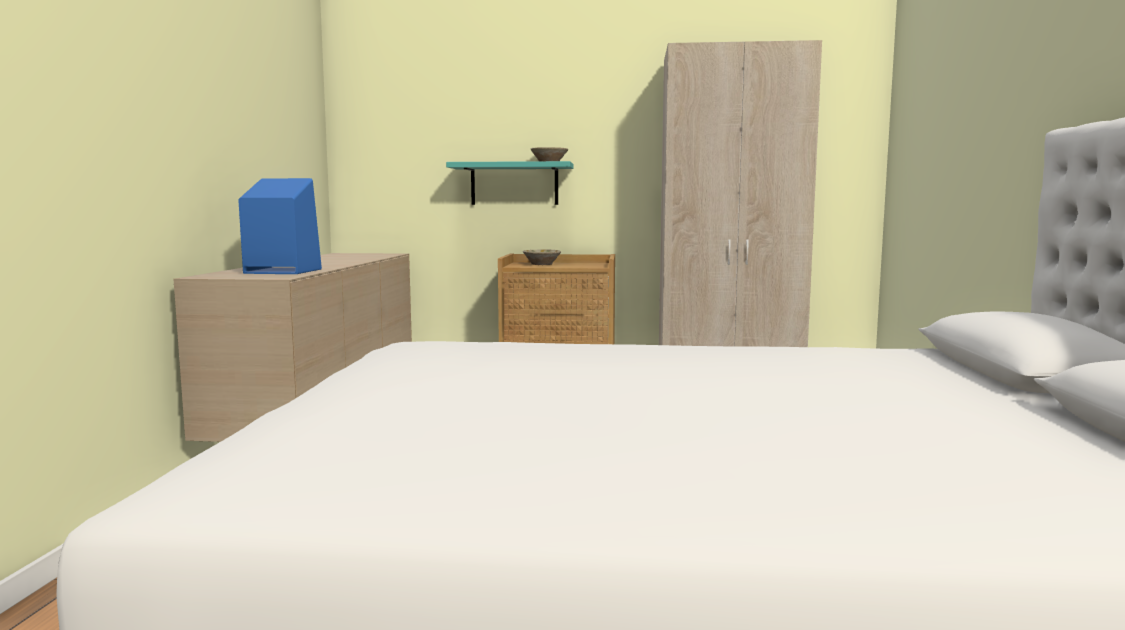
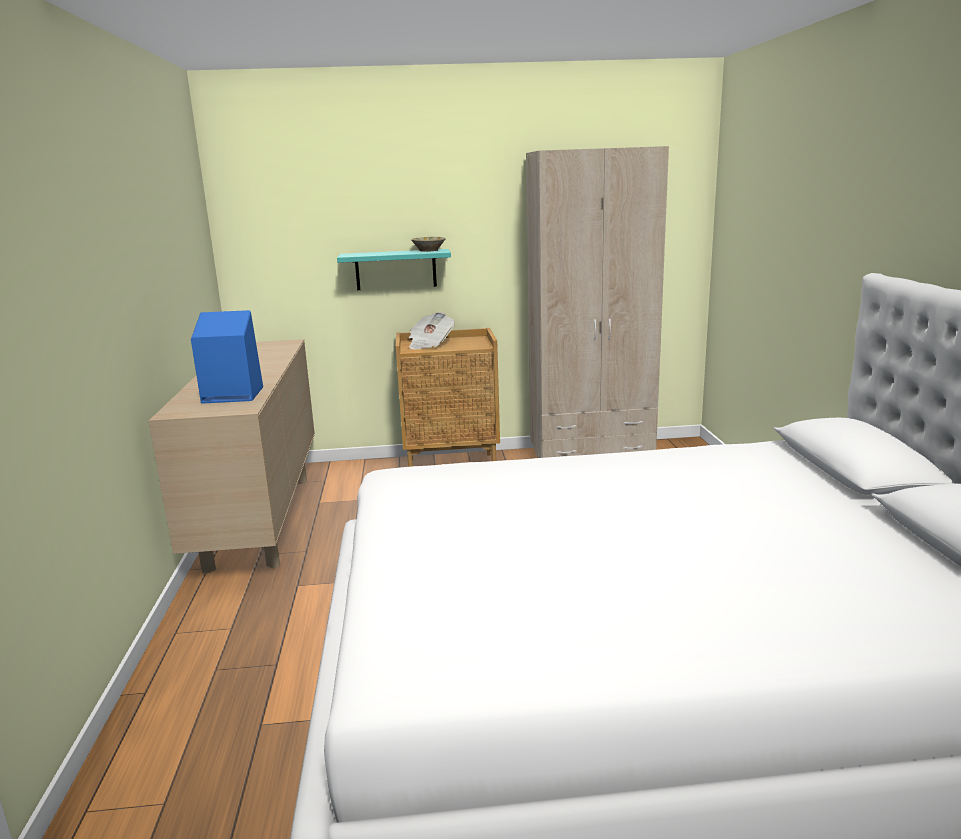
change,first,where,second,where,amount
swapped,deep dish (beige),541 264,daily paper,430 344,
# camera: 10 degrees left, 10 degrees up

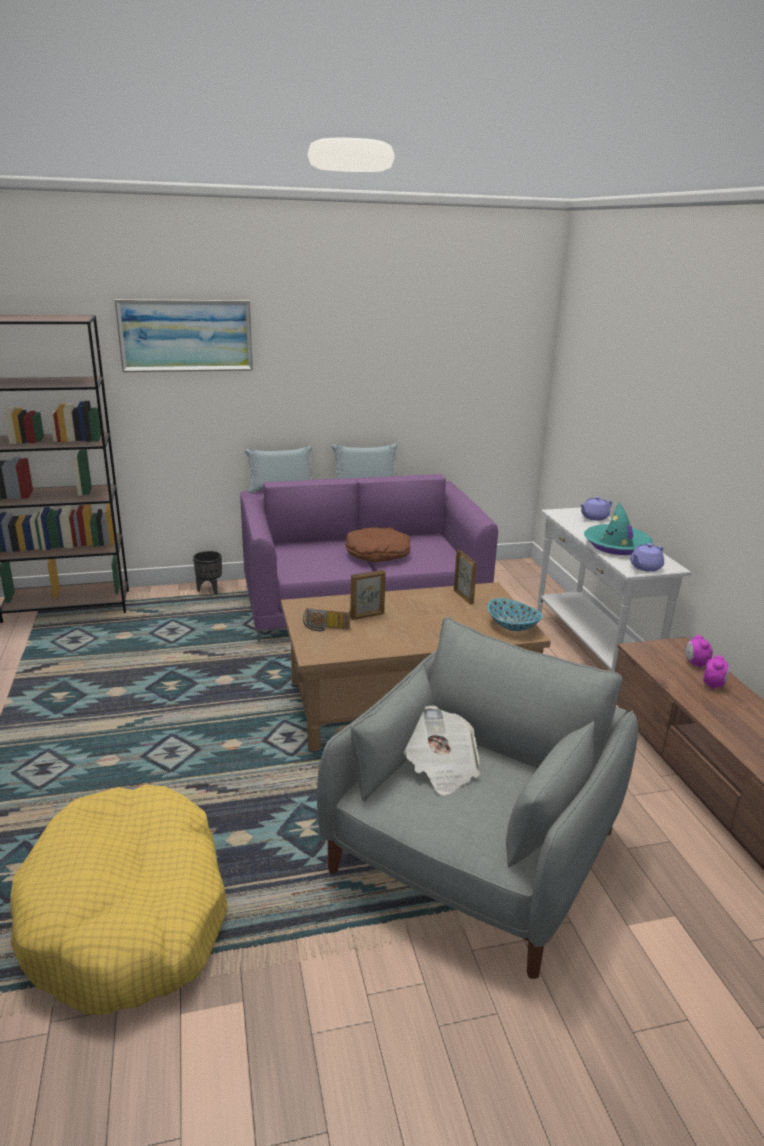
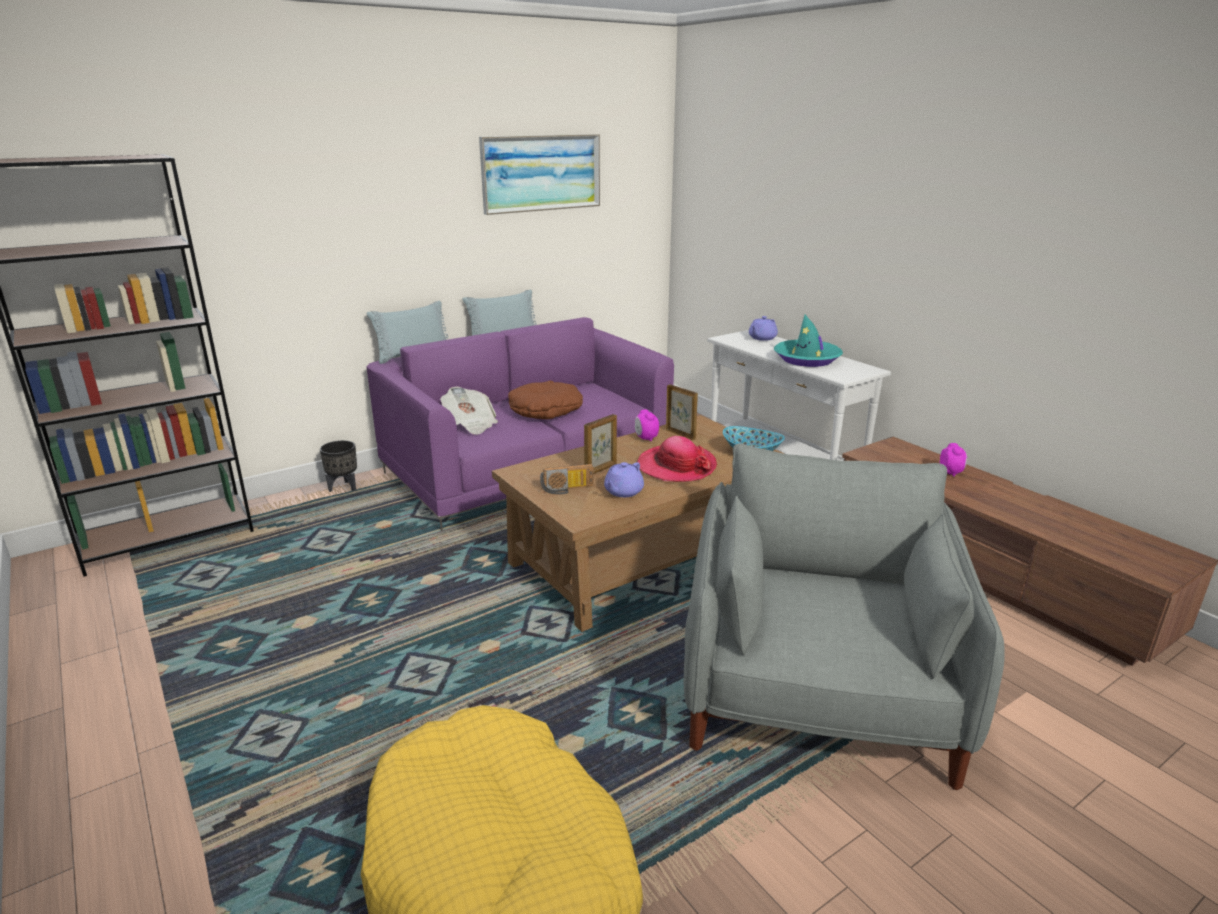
change,first,where,second,where,amount
shifted,wall picture,186 335,,541 173,
shifted,daily paper,440 767,,470 424,
shifted,tea pot (purplish),645 567,,623 492,
shifted,table clock,695 664,,646 438,
new,,,hat,676 466,
# camera: 20 degrees left, 0 degrees up

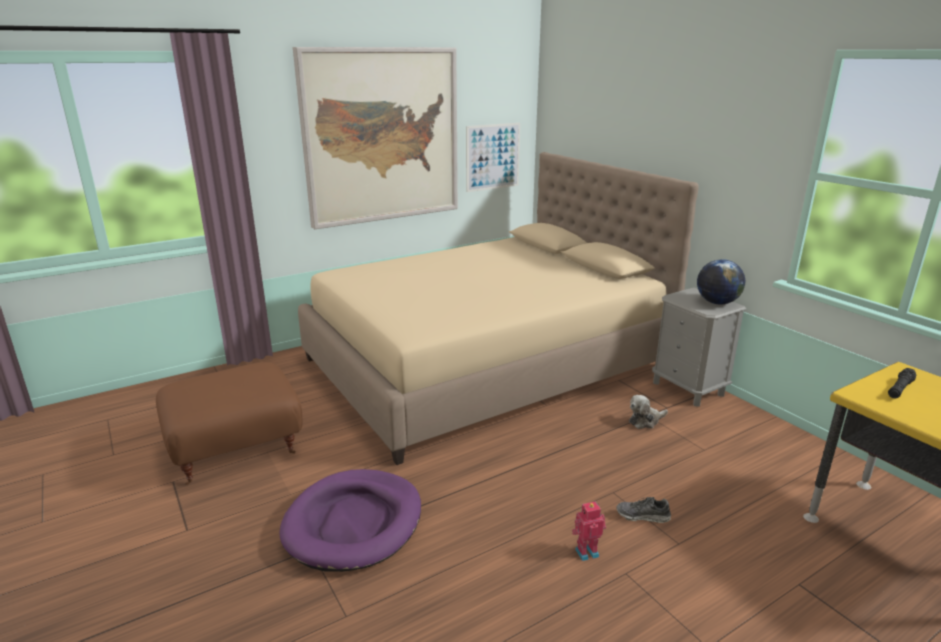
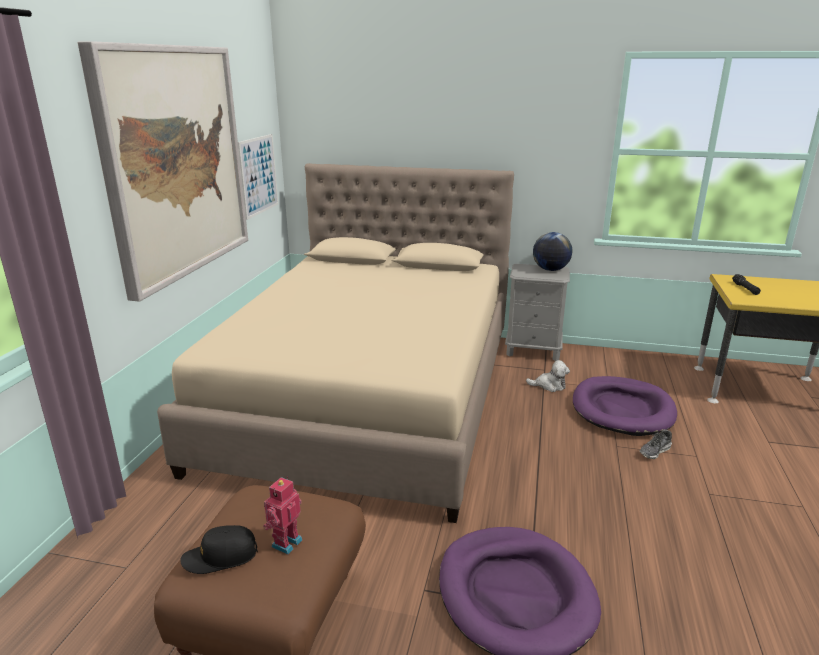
change,first,where,second,where,amount
shifted,robot figure,586 551,,285 542,
rotated,cuddly toy,645 421,,549 385,105 degrees counterclockwise
new,,,baseball cap (black-coloured),220 556,
new,,,dog bed (purplish),622 409,
# camera: 45 degrees left, 0 degrees up

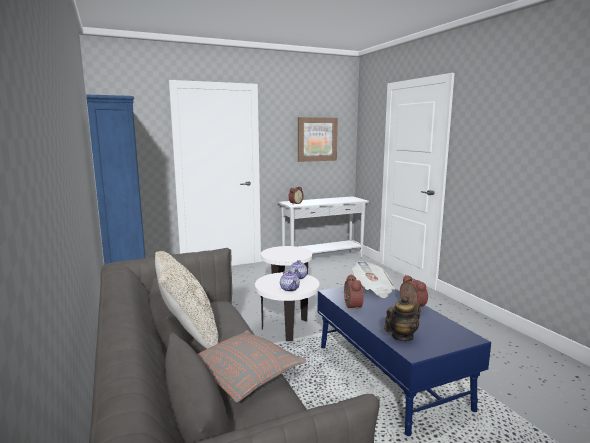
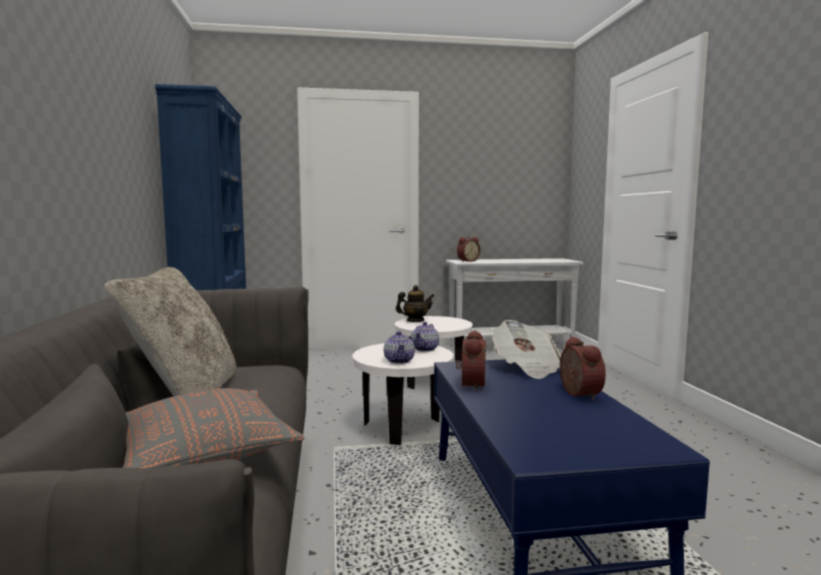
change,first,where,second,where,amount
gone,wall picture,317 139,,,
shifted,tea pot,402 337,,415 321,
# camera: 15 degrees right, 5 degrees down

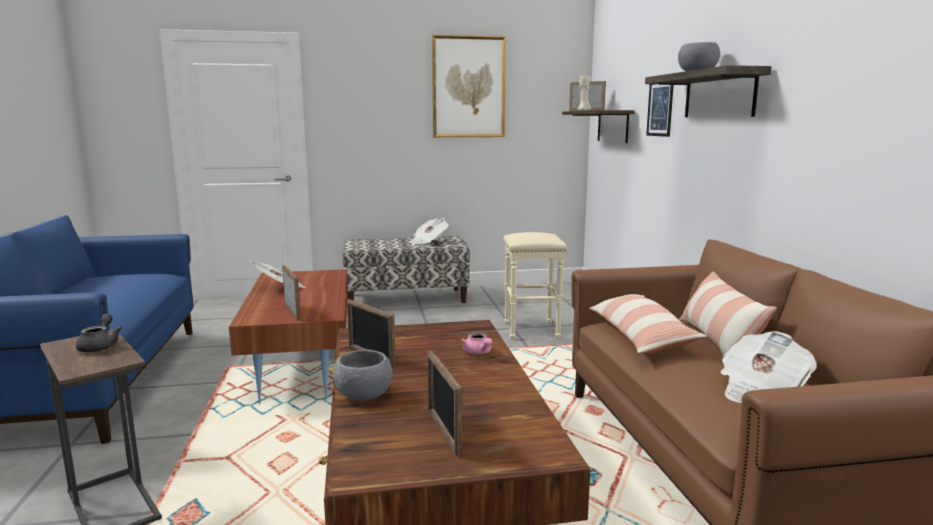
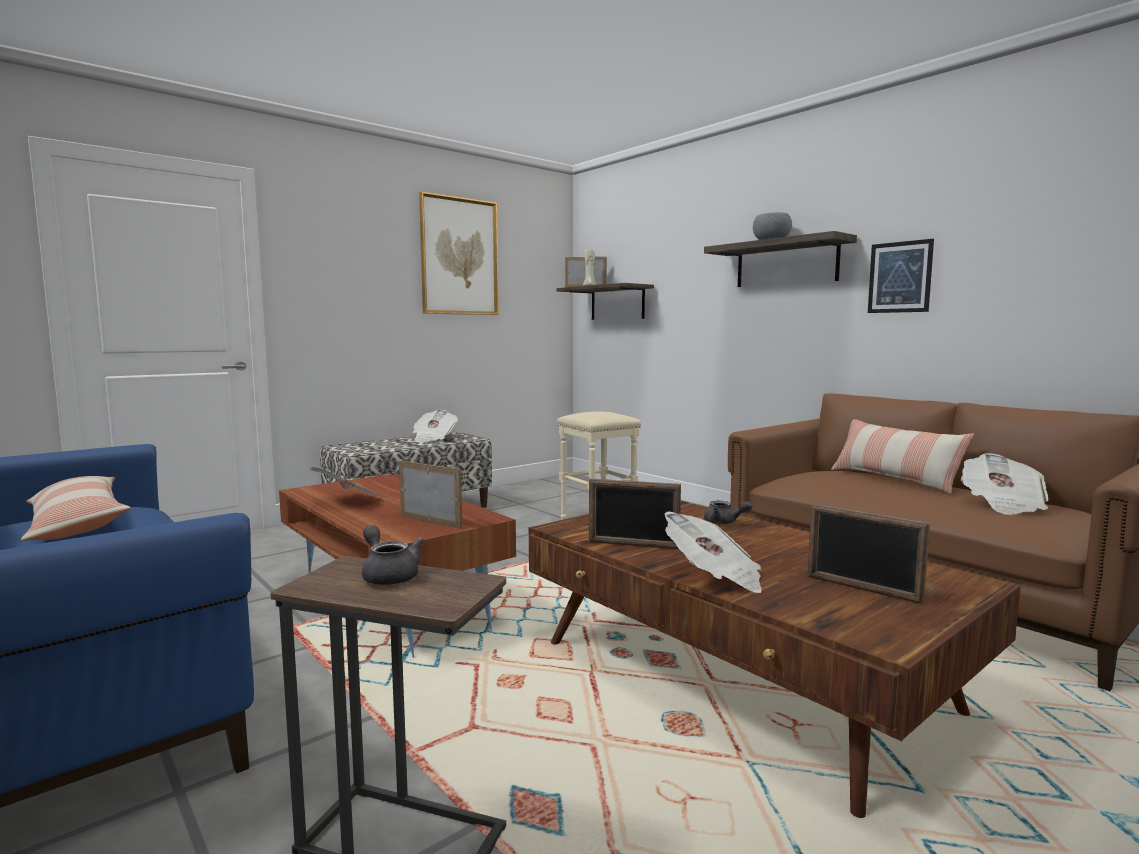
change,first,where,second,where,amount
swapped,deep dish (greyish),364 395,daily paper,714 577,
repainted,tea pot (pink-coloured),478 353,tea pot (greyish),724 522,
shifted,pillow,640 336,,76 524,
shifted,wall picture,660 108,,899 277,
# camera: 30 degrees left, 5 degrees down

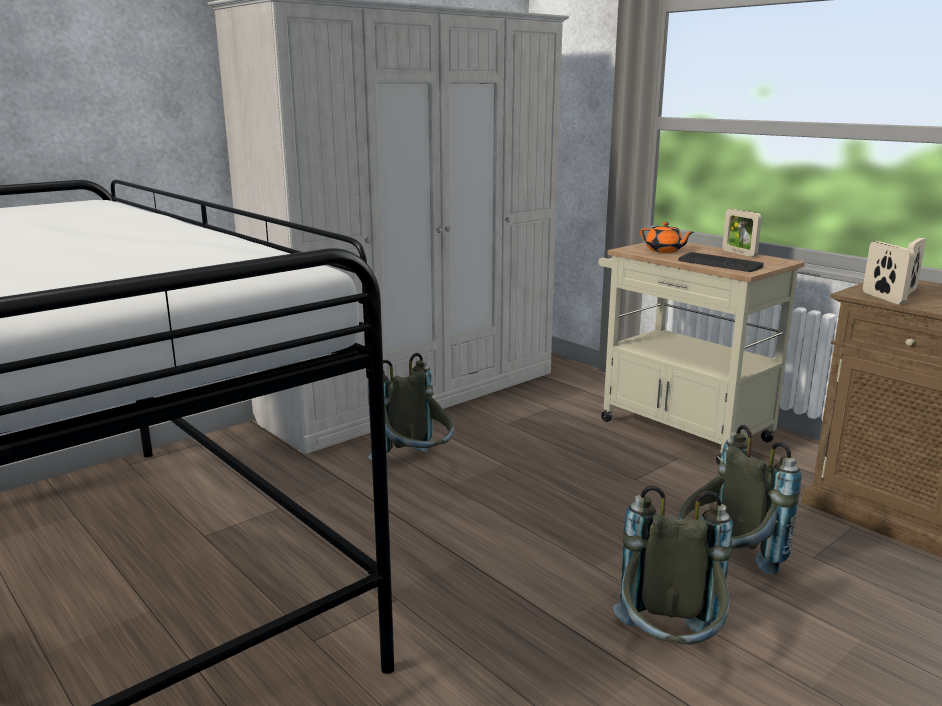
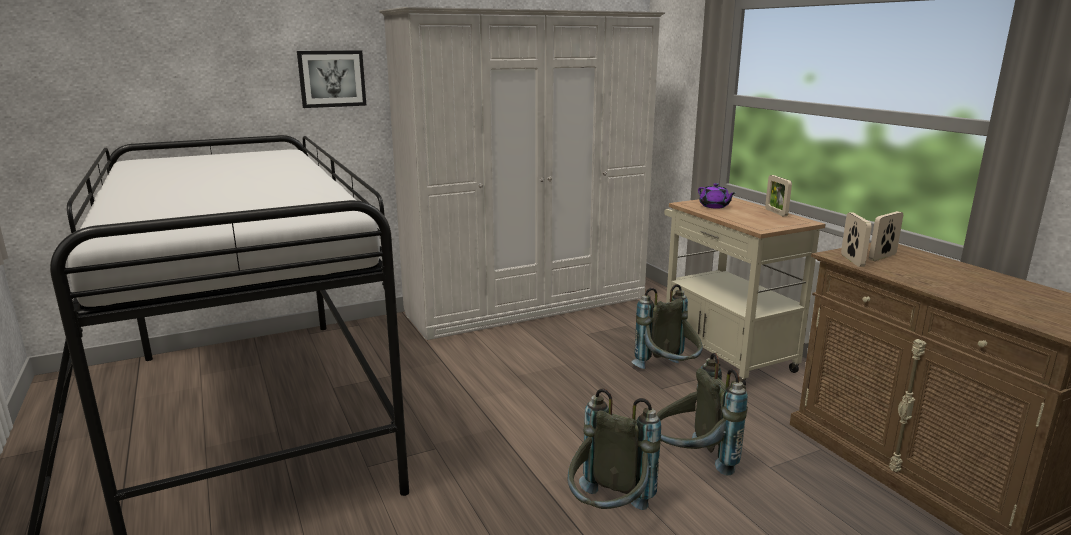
change,first,where,second,where,amount
shifted,knapsack (greyish),416 465,,668 373,
repainted,tea pot (orange-coloured),664 250,tea pot (purplish),714 206,
gone,computer keyboard,719 264,,,
new,,,wall picture,332 78,
# camera: 15 degrees right, 0 degrees up

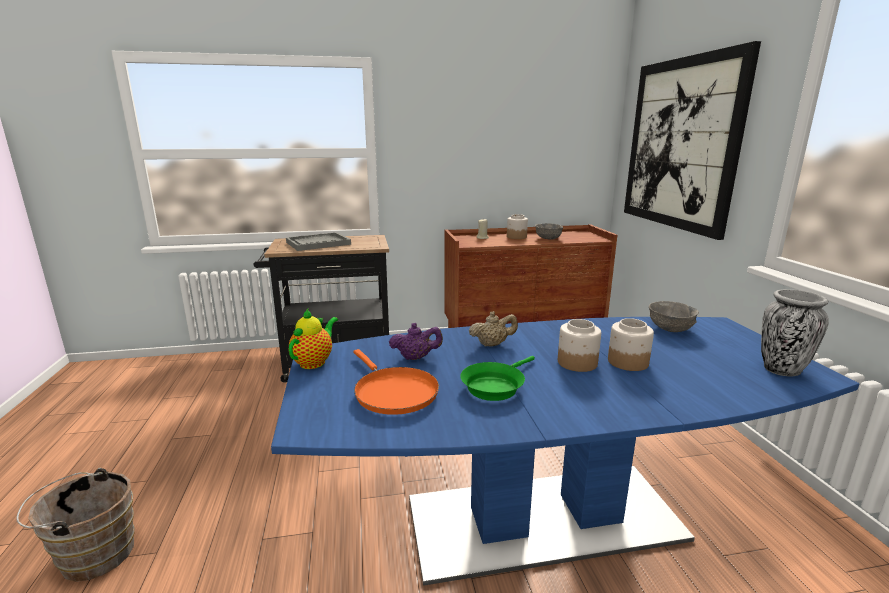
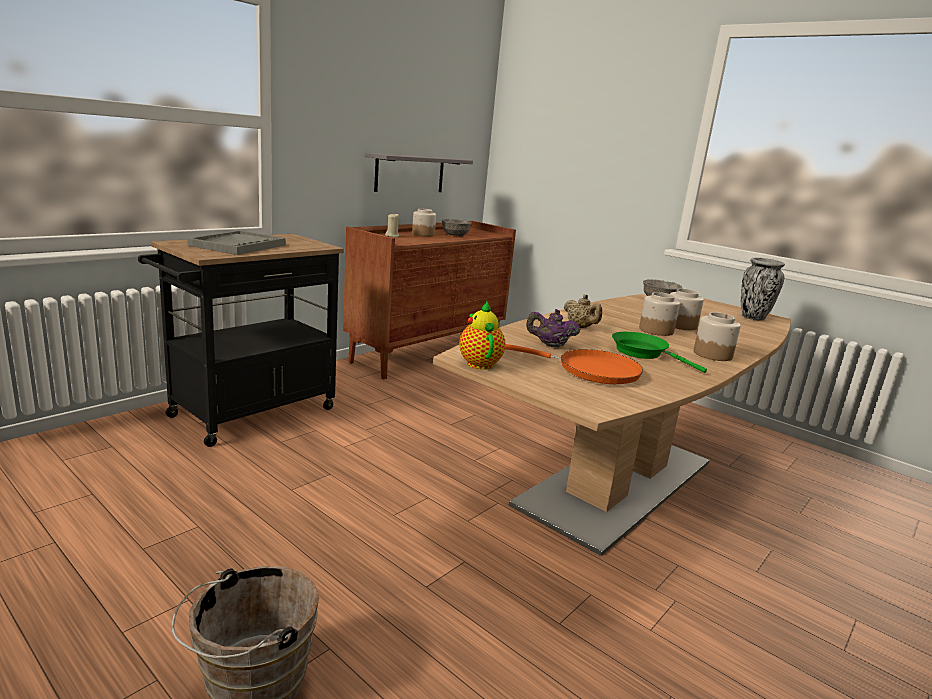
change,first,where,second,where,amount
repainted,dinner table (blue),545 519,dinner table (brown-coloured),618 482,
rotated,tea pot (purplish),416 357,,550 345,135 degrees counterclockwise
rotated,frying pan (green-coloured),495 386,,643 353,135 degrees clockwise
rotated,tea pot (beige),492 344,,580 327,105 degrees clockwise
gone,wall picture,681 144,,,
new,,,bracket shelf (greyish),410 173,
new,,,preserve jar,712 354,
# camera: 40 degrees left, 0 degrees up

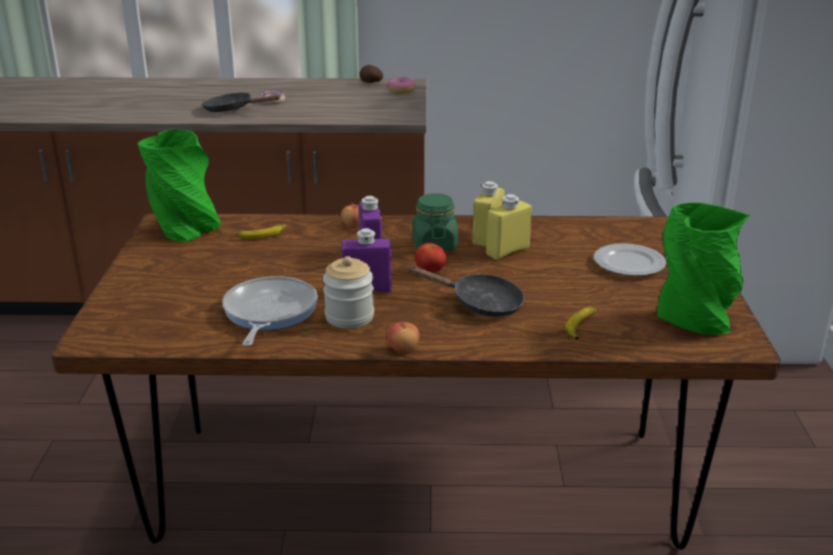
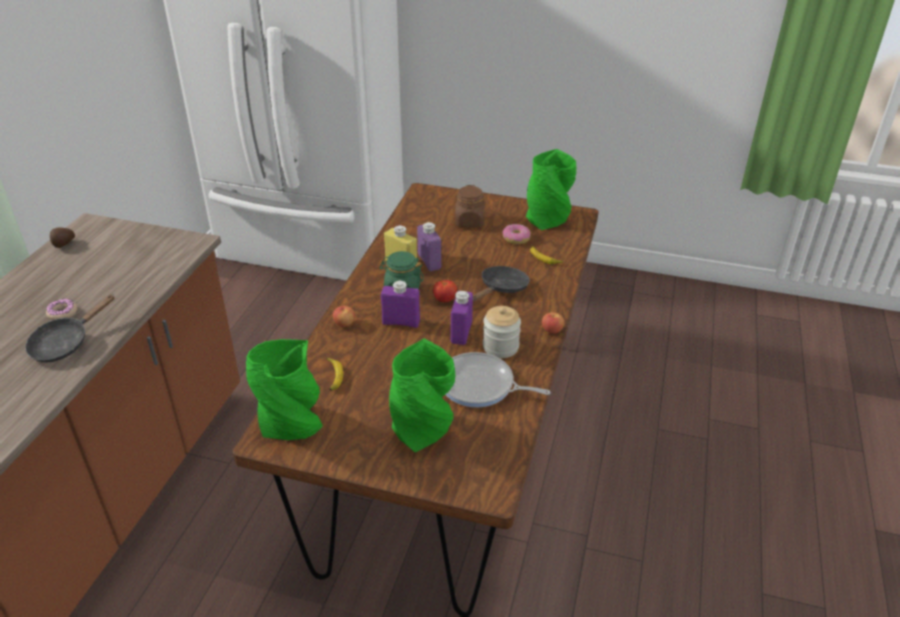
change,first,where,second,where,amount
shifted,doughnut,401 91,,516 238,
repainted,bottle (yellowish),507 251,bottle (purplish),429 261,
swapped,flat dish,629 263,preserve jar (brown-coloured),469 221,
new,,,decorative vase (green-coloured),423 430,
# camera: 75 degrees left, 10 degrees up

